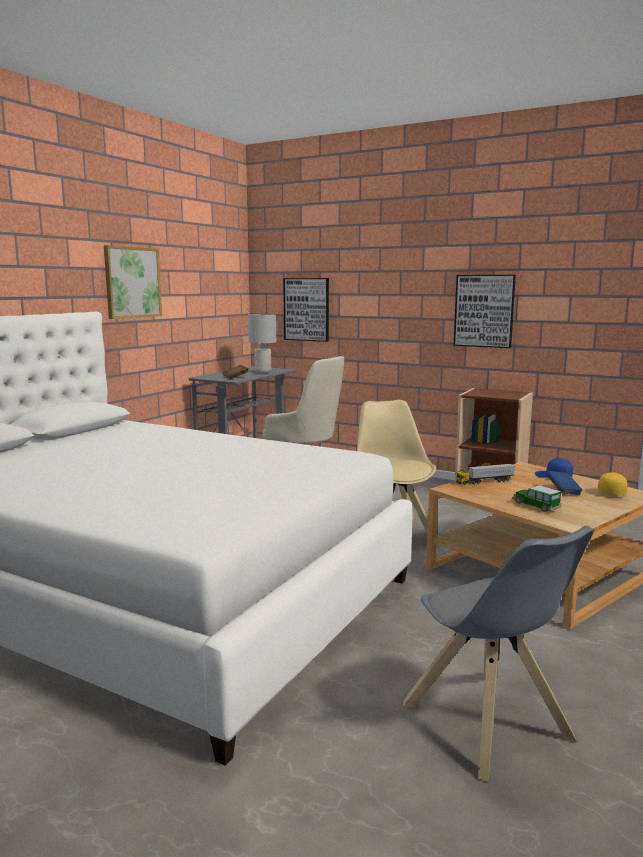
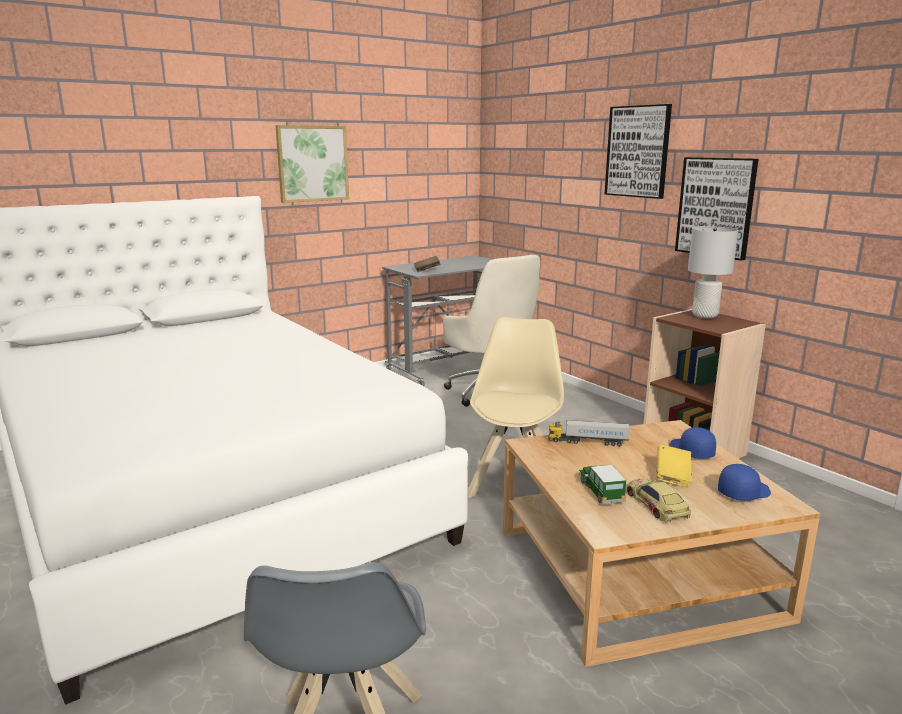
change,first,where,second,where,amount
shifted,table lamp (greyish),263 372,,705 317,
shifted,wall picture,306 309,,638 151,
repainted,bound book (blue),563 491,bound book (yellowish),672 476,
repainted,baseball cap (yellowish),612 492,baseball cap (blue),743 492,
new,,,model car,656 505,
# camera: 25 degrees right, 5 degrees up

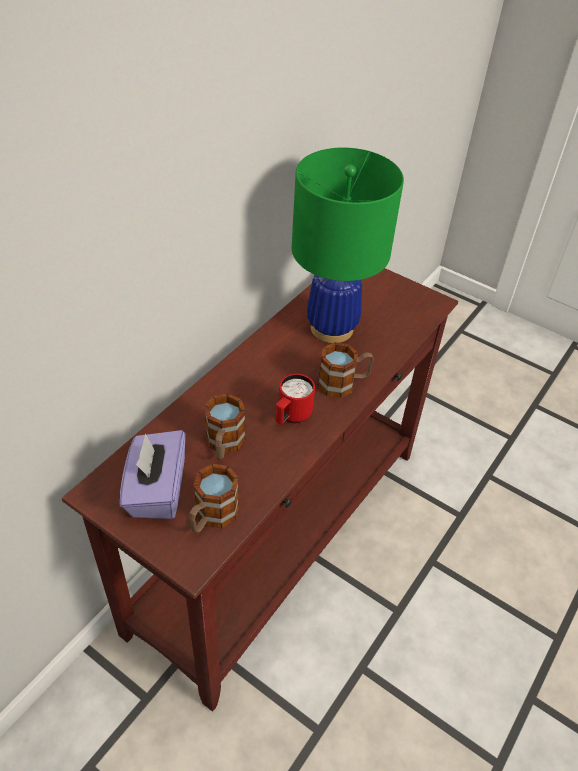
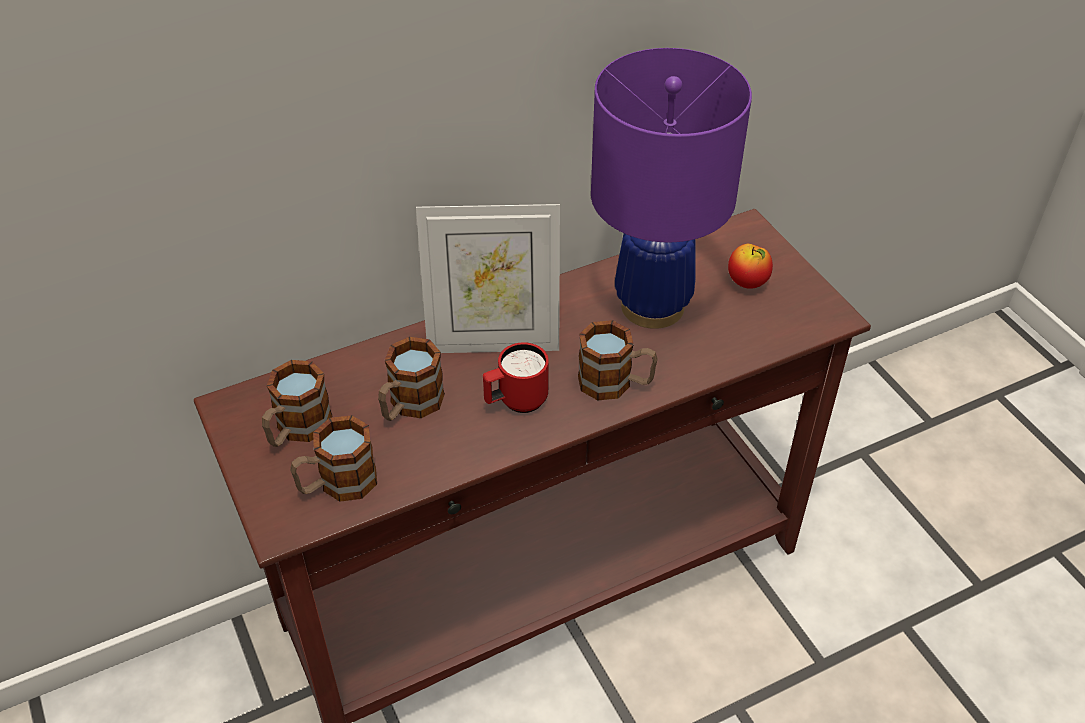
change,first,where,second,where,amount
swapped,tissue holder (purplish),156 490,tea mug,297 430,
repainted,table lamp (green-coloured),331 328,table lamp (purplish),652 305,
new,,,photo frame,493 342,
new,,,whole apple,747 283,
# camera: 30 degrees right, 0 degrees up

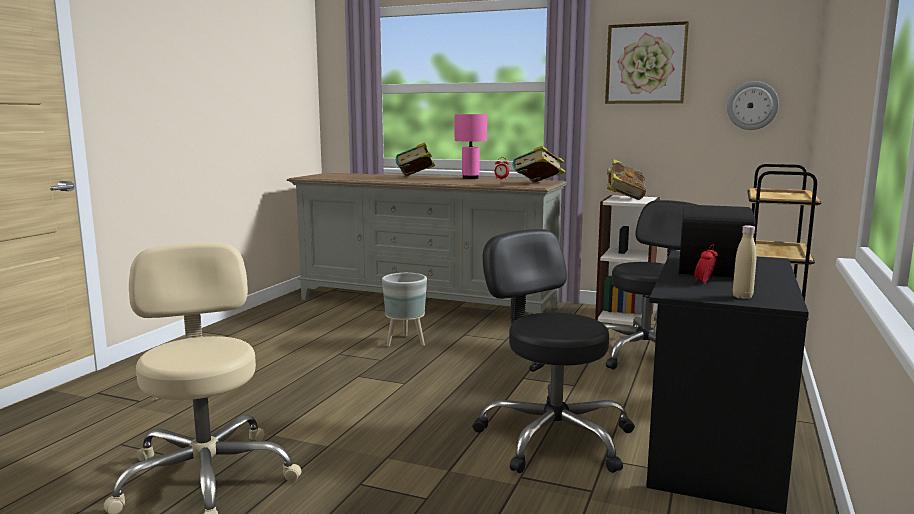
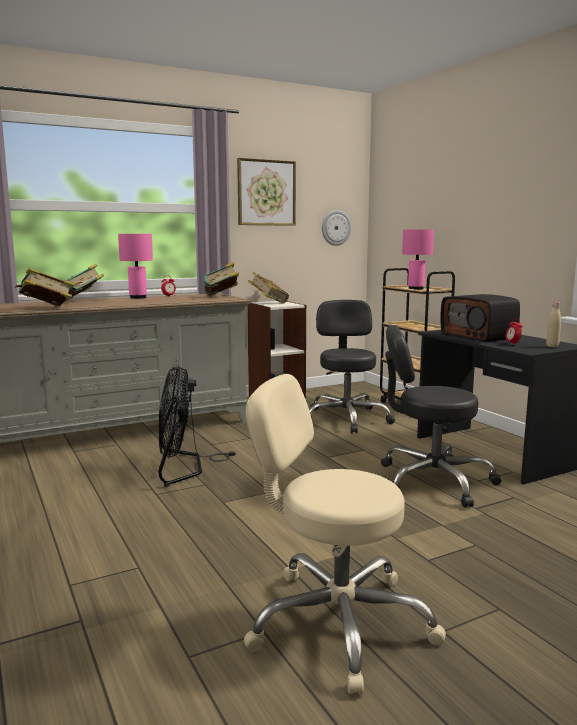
change,first,where,second,where,amount
swapped,planter (greyish),405 342,cooling fan (black-coloured),185 465,
new,,,bound book,46 308,
new,,,table lamp (pink-coloured),416 289,
# camera: 50 degrees left, 0 degrees up

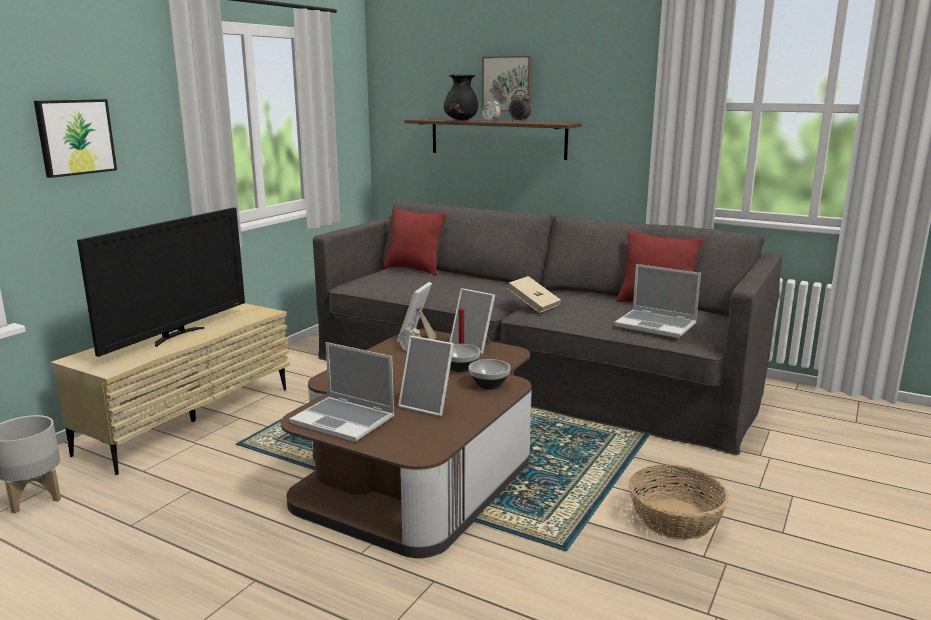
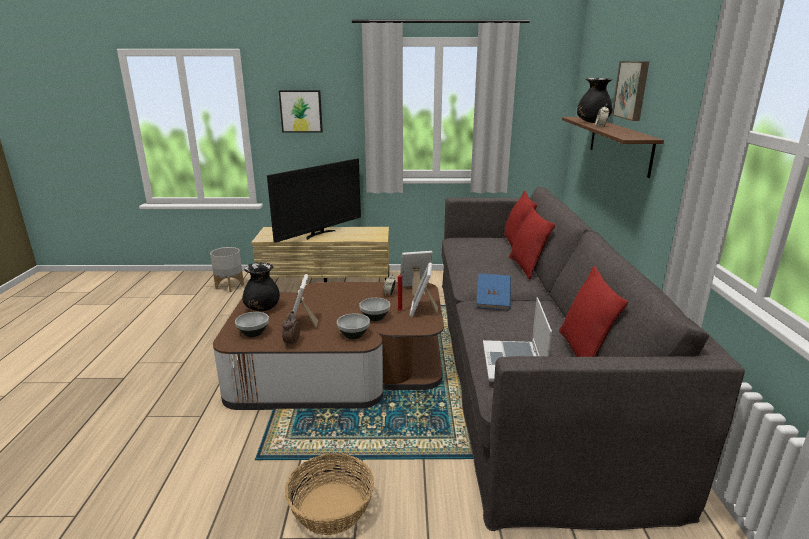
change,first,where,second,where,amount
rotated,television,176 336,,319 234,45 degrees counterclockwise
swapped,portable computer,345 420,decorative vase (black-coloured),262 308,
repainted,bound book (beige),533 305,bound book (blue),493 301,
shifted,table clock,519 121,,292 343,
new,,,deep dish,253 333,
new,,,pillow (red),526 267,
# camera: 60 degrees right, 5 degrees up

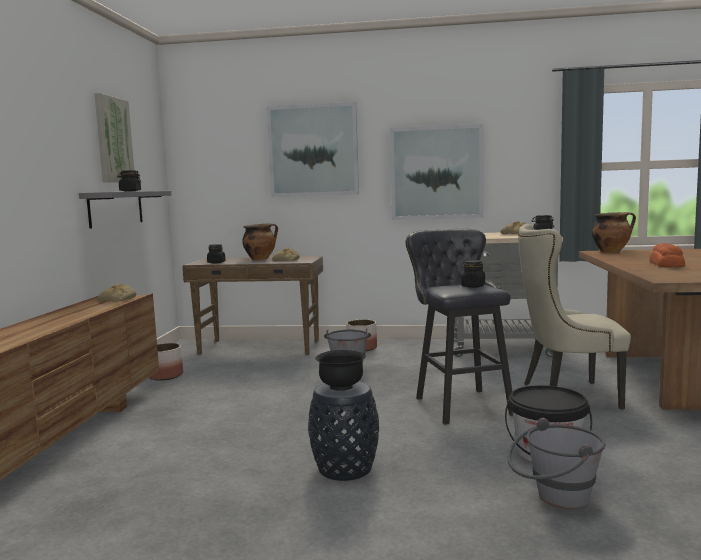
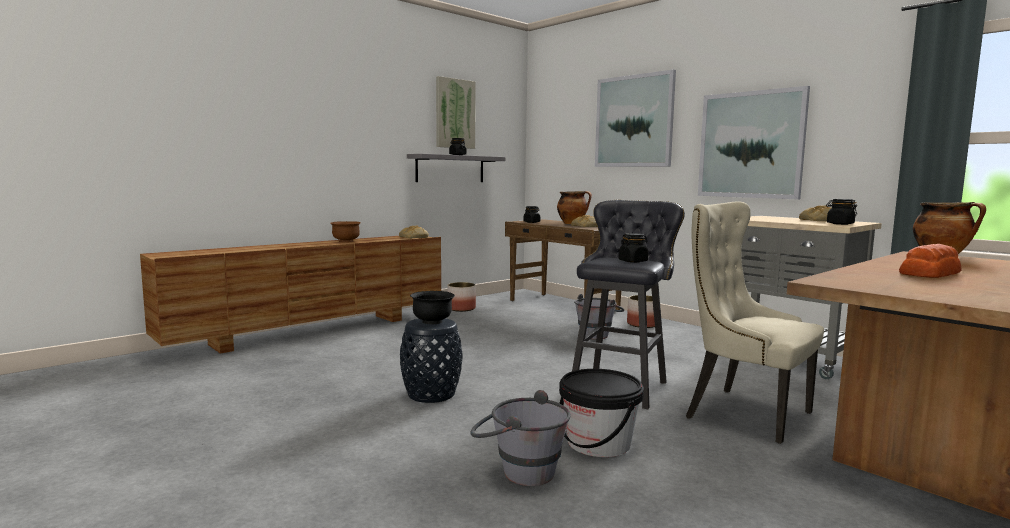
change,first,where,second,where,amount
new,,,deep dish (brown-coloured),346 241,
# camera: 40 degrees right, 0 degrees up

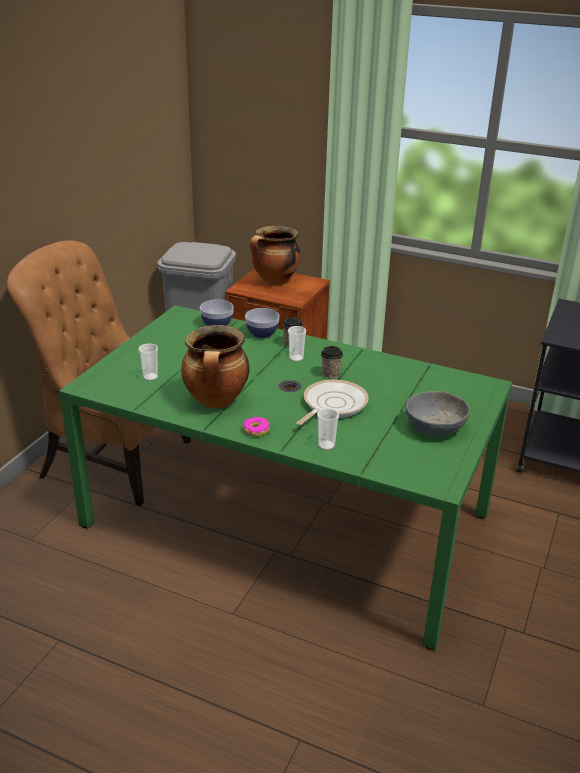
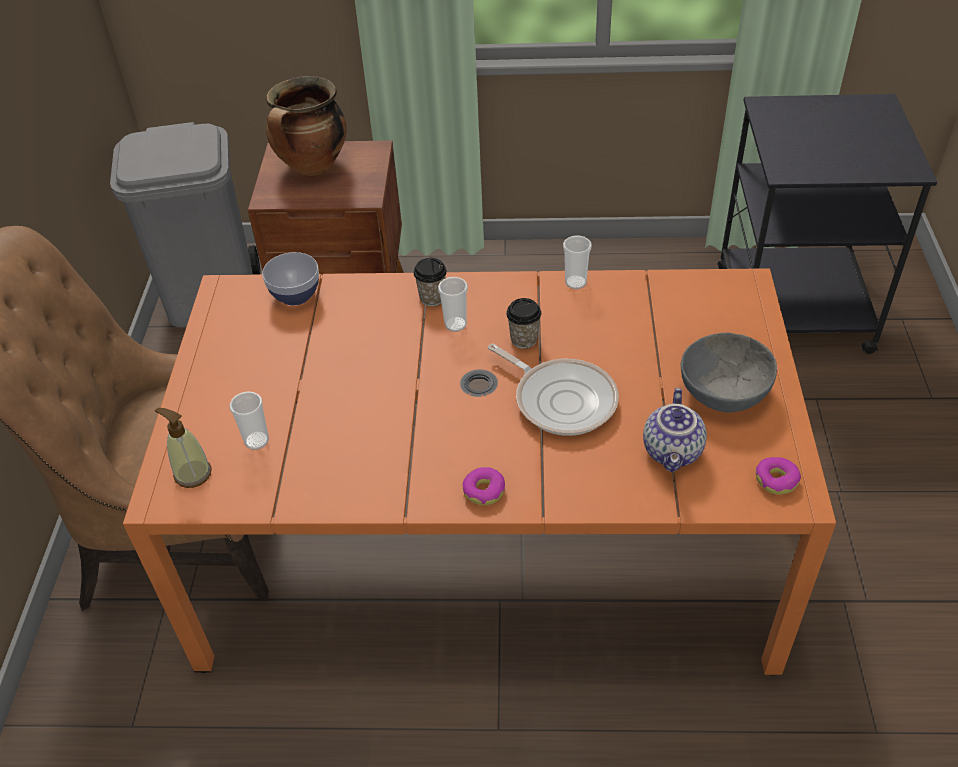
change,first,where,second,where,amount
repainted,dinner table (green-coloured),287 519,dinner table (orange-coloured),487 542,
gone,saucepot,216 401,,,
gone,deep dish,262 333,,,
rotated,frying pan,332 405,,561 399,120 degrees clockwise
shifted,small cup,326 445,,575 282,
new,,,liquid soap bottle,192 473,
new,,,tea pot,674 452,
new,,,doughnut,776 480,
# camera: 20 degrees left, 15 degrees up

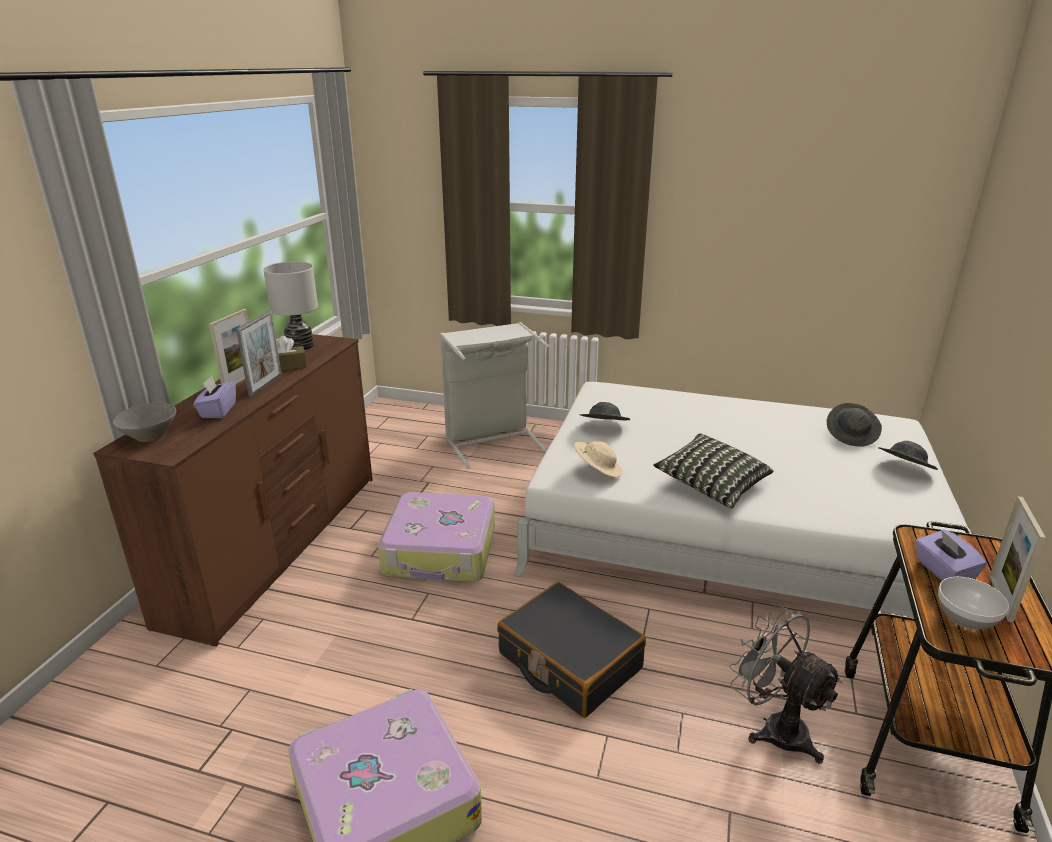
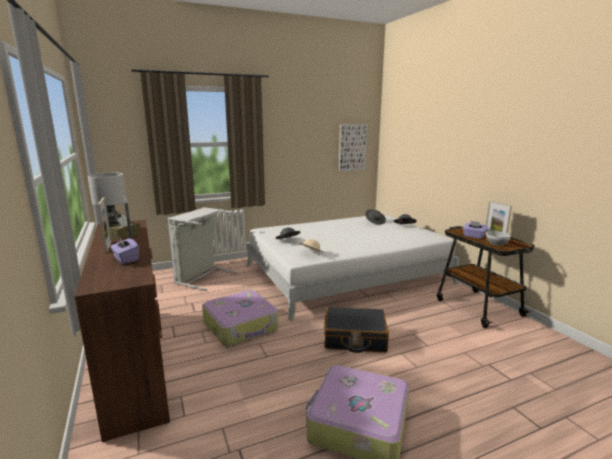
change,first,where,second,where,amount
gone,deep dish (greyish),149 437,,,
gone,pillow,712 485,,,
gone,cooling fan (greyish),774 727,,,
new,,,wall picture,352 147,
# camera: 40 degrees left, 10 degrees down

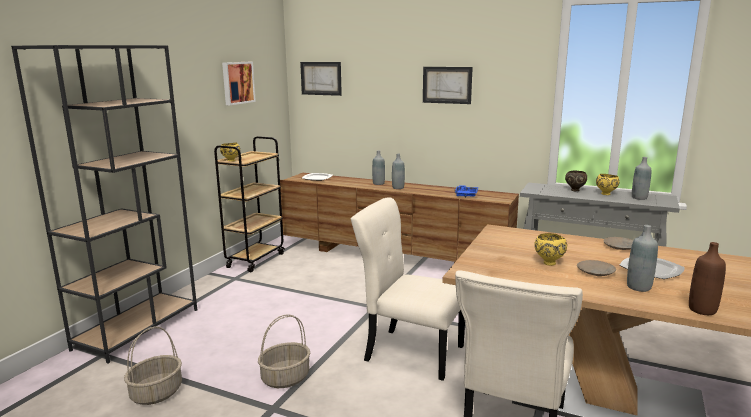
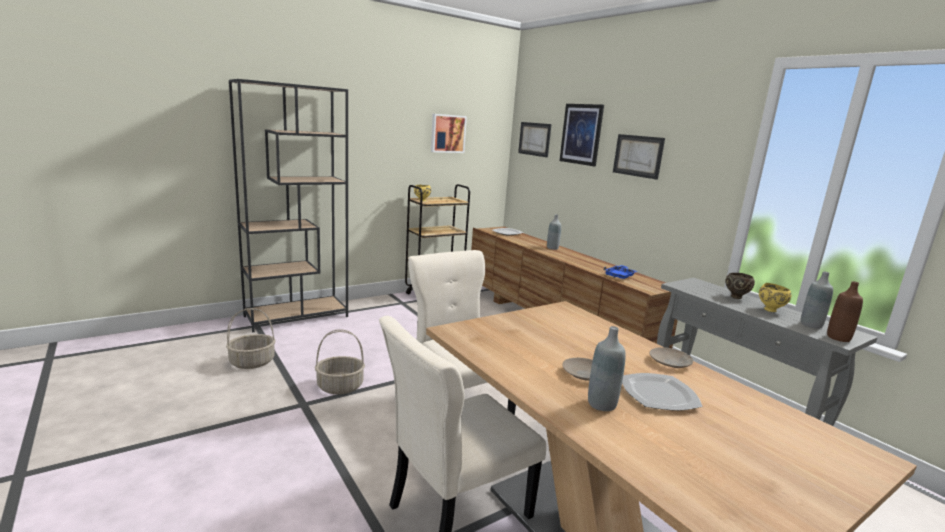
change,first,where,second,where,amount
gone,bottle (greyish),398 187,,,
gone,deep dish (yellowish),548 263,,,
shifted,bottle (brown-coloured),702 310,,838 338,
new,,,wall picture,581 134,
# camera: 30 degrees right, 0 degrees up

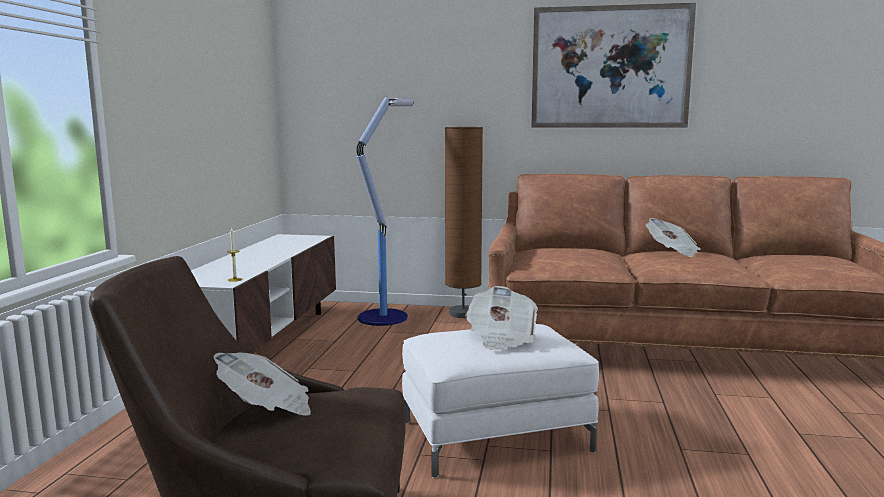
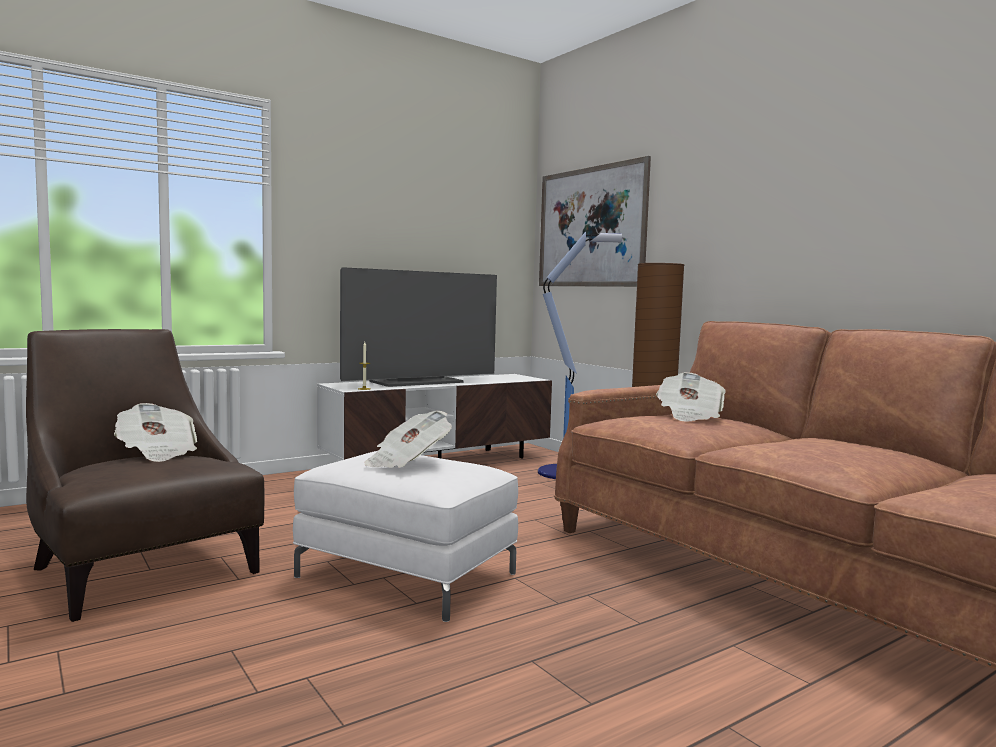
change,first,where,second,where,amount
shifted,wall picture,610 67,,590 227,
shifted,daily paper,672 251,,689 416,
new,,,television,418 382,
# camera: 45 degrees right, 5 degrees down

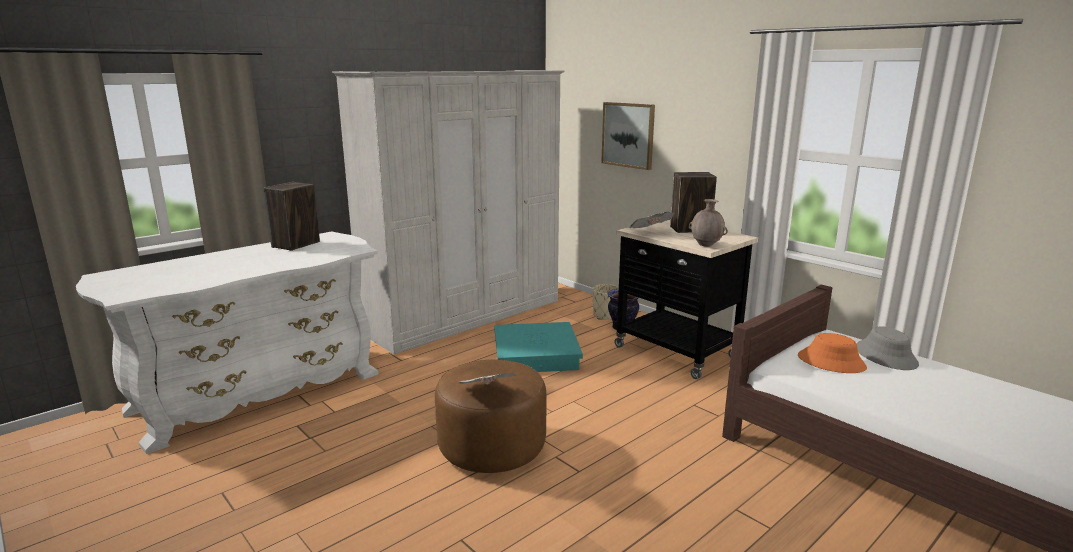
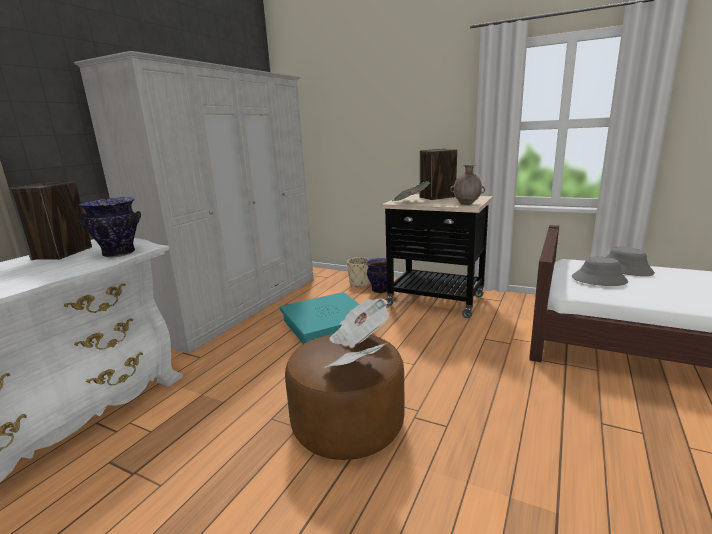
change,first,where,second,where,amount
gone,wall picture,628 135,,,
repainted,hat (orange-coloured),831 362,hat (greyish),599 279,
new,,,decorative vase,119 254,
new,,,daily paper,359 337,
# camera: 20 degrees left, 0 degrees up

